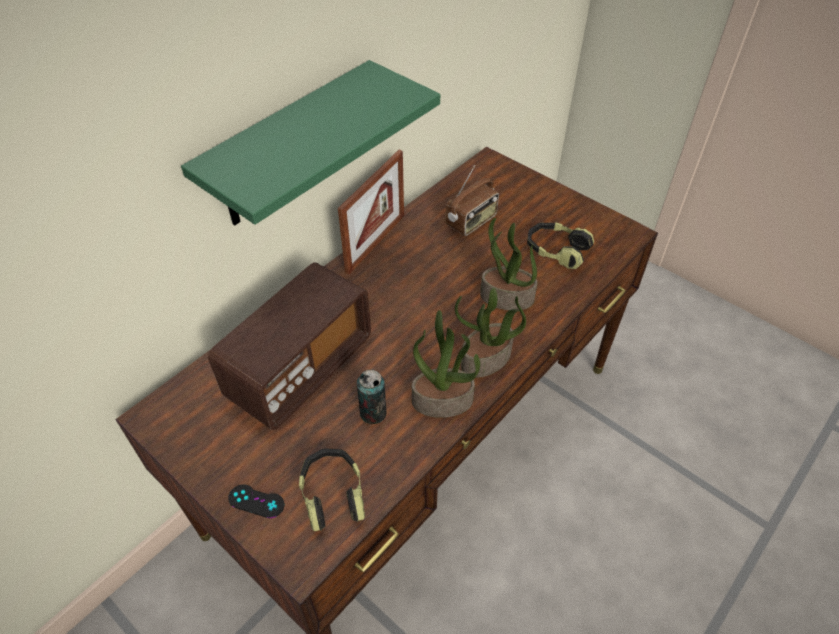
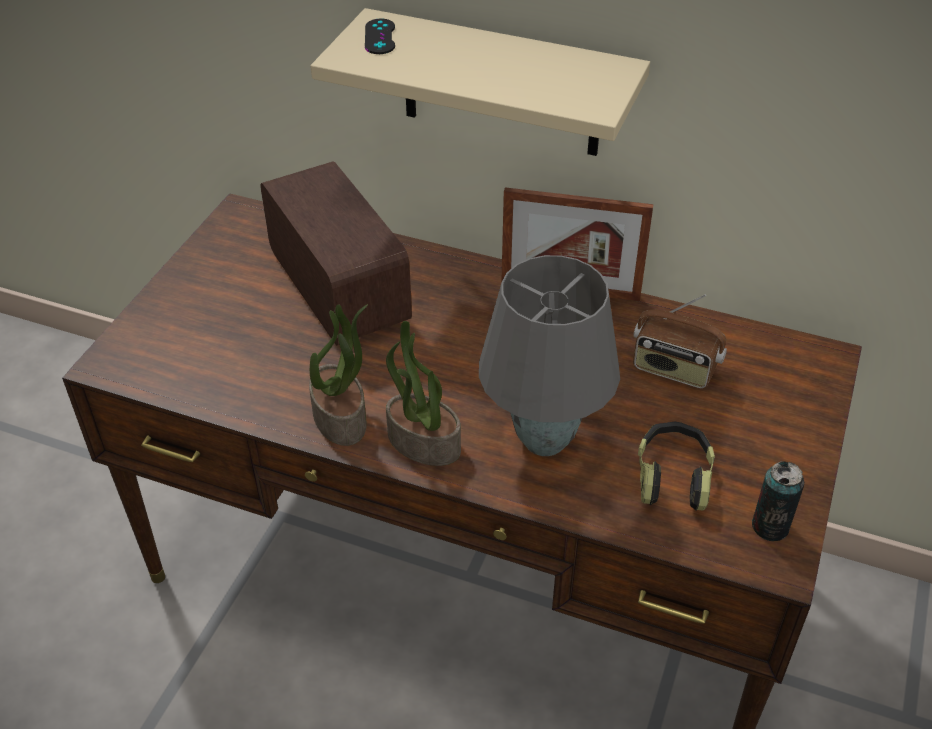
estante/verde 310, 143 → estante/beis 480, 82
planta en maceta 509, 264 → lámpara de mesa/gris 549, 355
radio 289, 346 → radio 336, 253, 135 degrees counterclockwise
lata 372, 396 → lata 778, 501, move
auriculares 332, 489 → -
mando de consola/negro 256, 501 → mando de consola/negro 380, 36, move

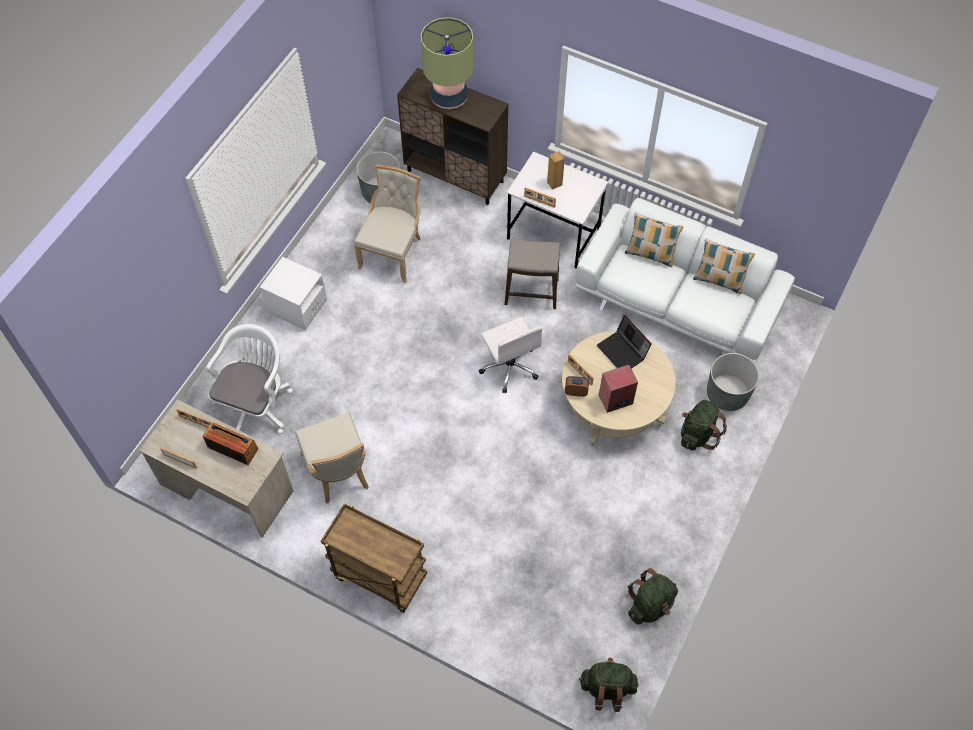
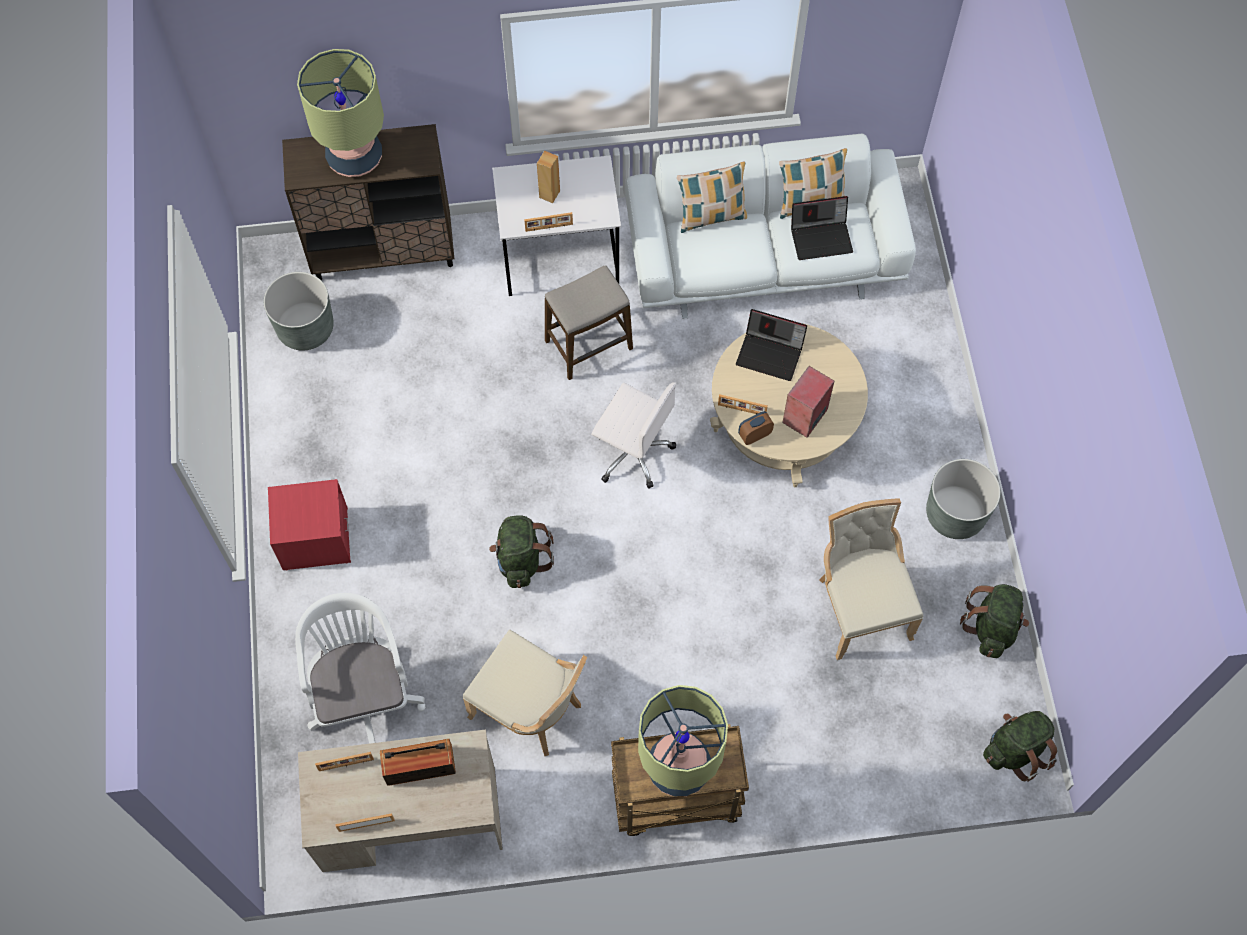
silla/beis 387, 223 → silla/beis 871, 579, move
mesita de noche/blanco 293, 294 → mesita de noche/rojo 309, 524
maceta/gris 733, 382 → maceta/gris 963, 499, move
mochila/verde 704, 425 → mochila/verde 521, 551, move
- → portátil 822, 228
- → lámpara de mesa 683, 741

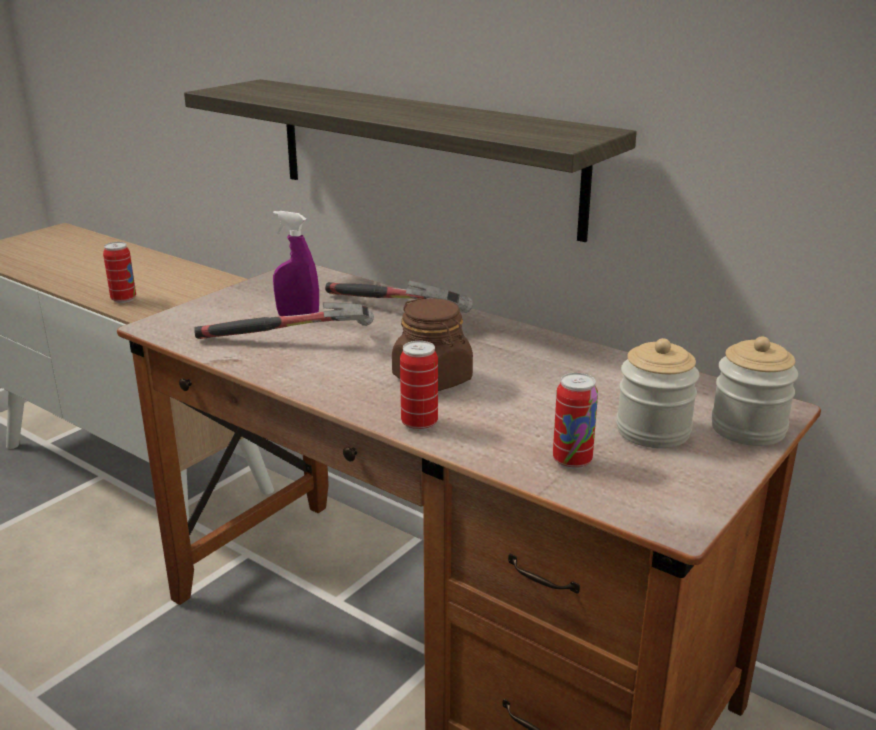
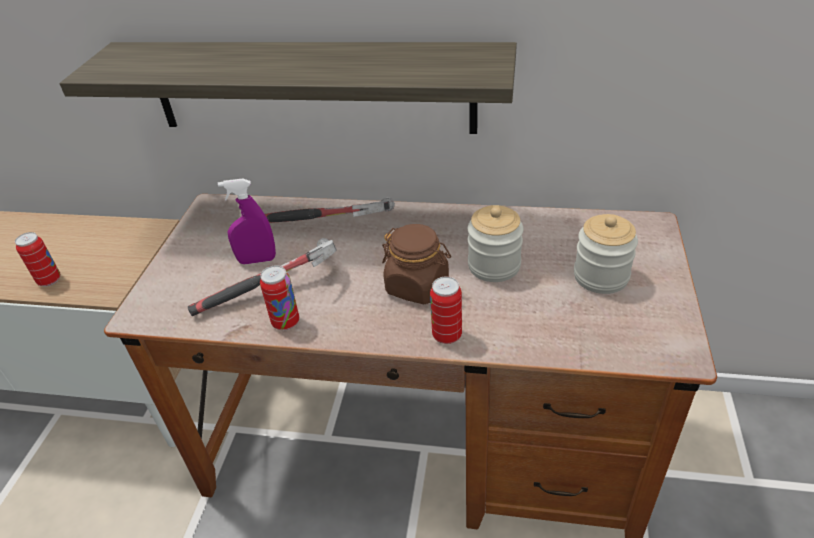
tarro 754, 391 → tarro 496, 243, move
lata 575, 421 → lata 279, 297, move

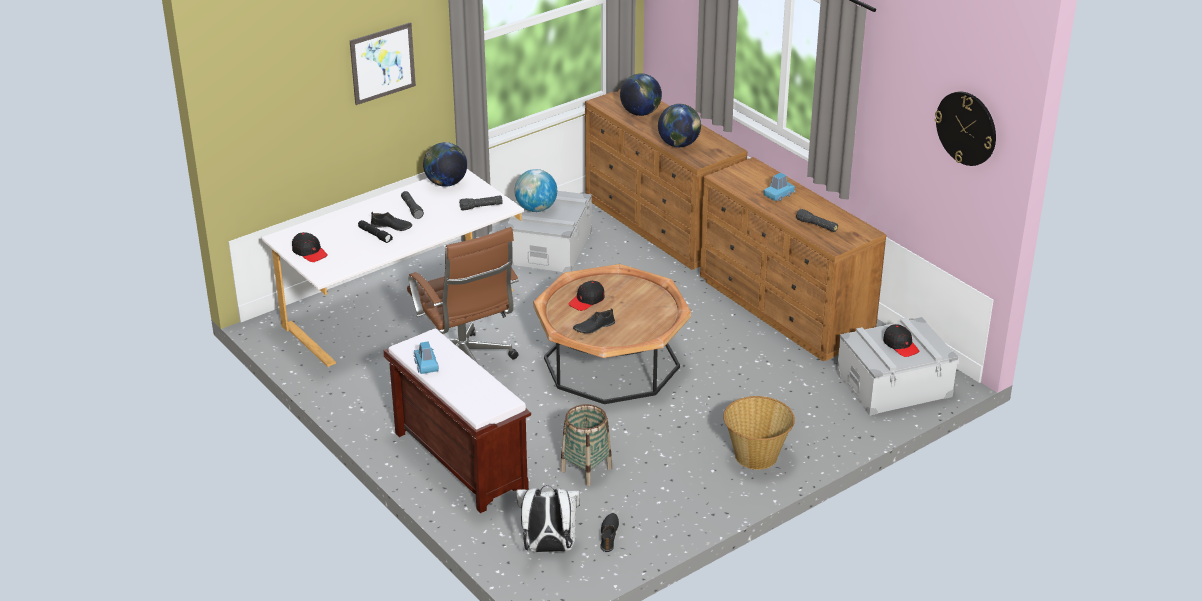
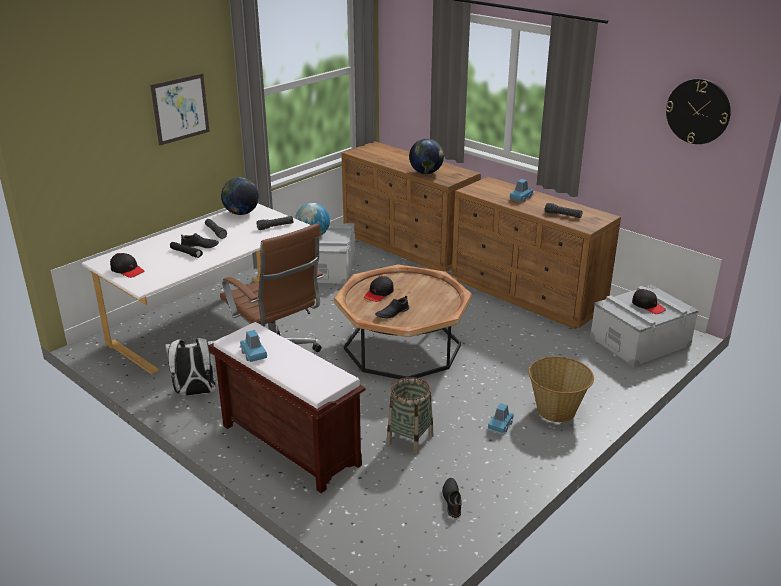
globo terráqueo 641, 94 → -
mochila/blanco 548, 518 → mochila/blanco 191, 367, move
- → coche de juguete/azul 500, 419

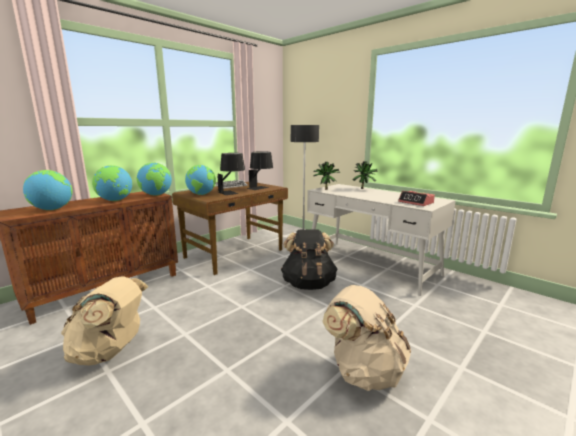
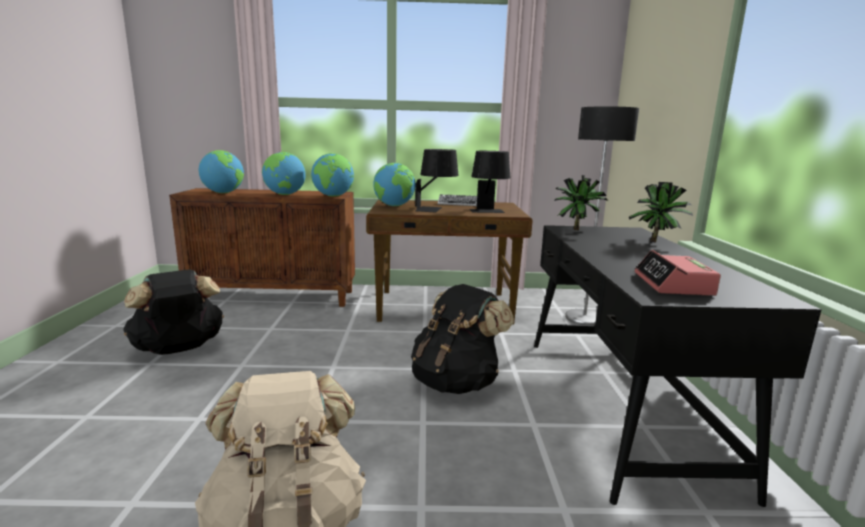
escritorio/blanco 381, 240 → escritorio/negro 678, 366
mochila/beis 104, 320 → mochila/negro 173, 312

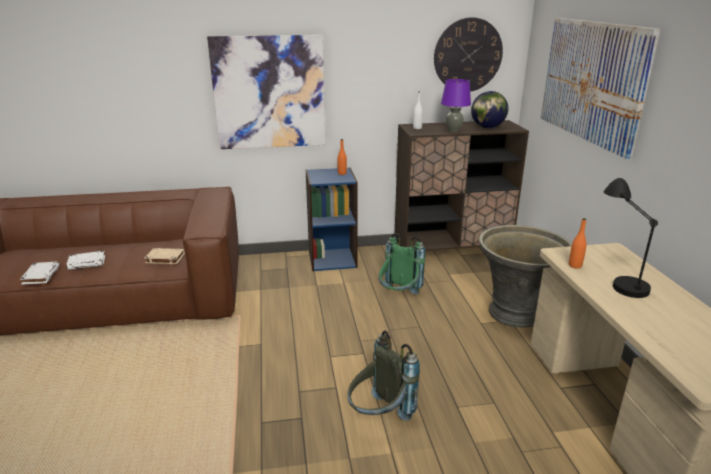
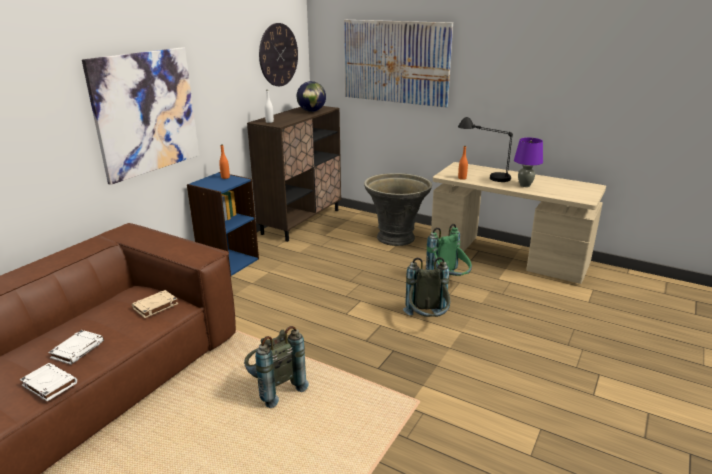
lámpara de mesa/morado 456, 105 → lámpara de mesa/morado 528, 162, move
mochila/verde 402, 263 → mochila/verde 449, 250, move
- → mochila/gris 276, 367

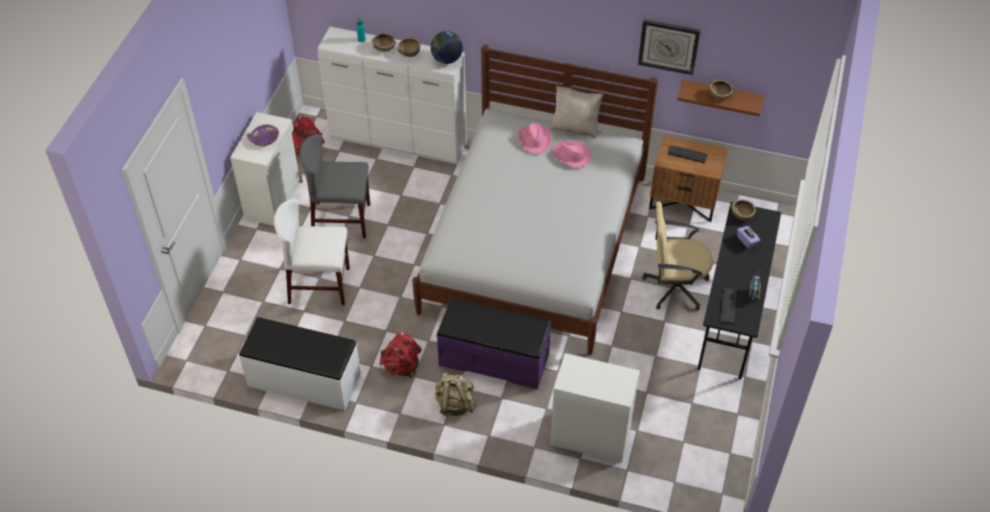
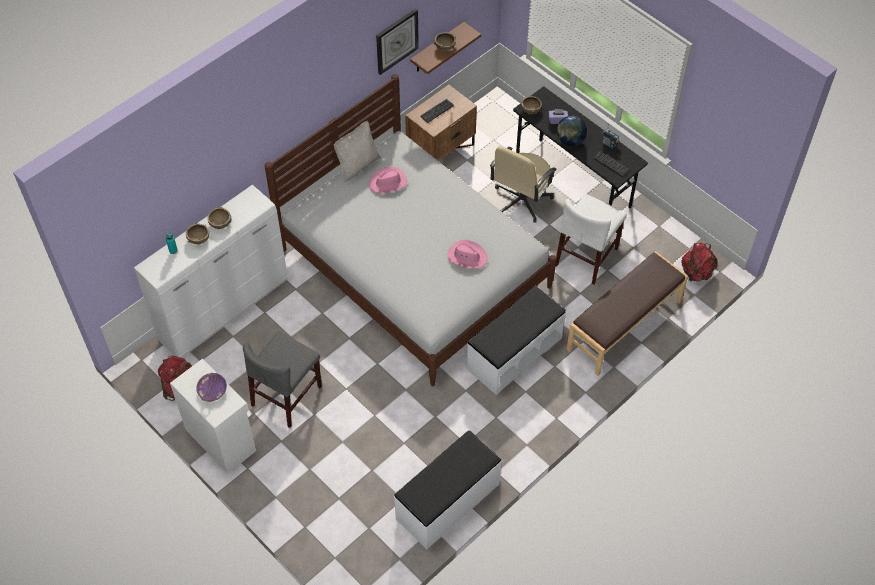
globo terráqueo 447, 47 → globo terráqueo 572, 130, move
sombrero/rosa 535, 138 → sombrero/rosa 467, 254, move
silla/blanco 312, 252 → silla/blanco 591, 239, move
banco/morado 493, 344 → banco/blanco 516, 340
mochila/rojo 401, 355 → mochila/rojo 699, 262, move
armario/blanco 595, 408 → banco/marrón 627, 313
mochila/beis 455, 393 → -

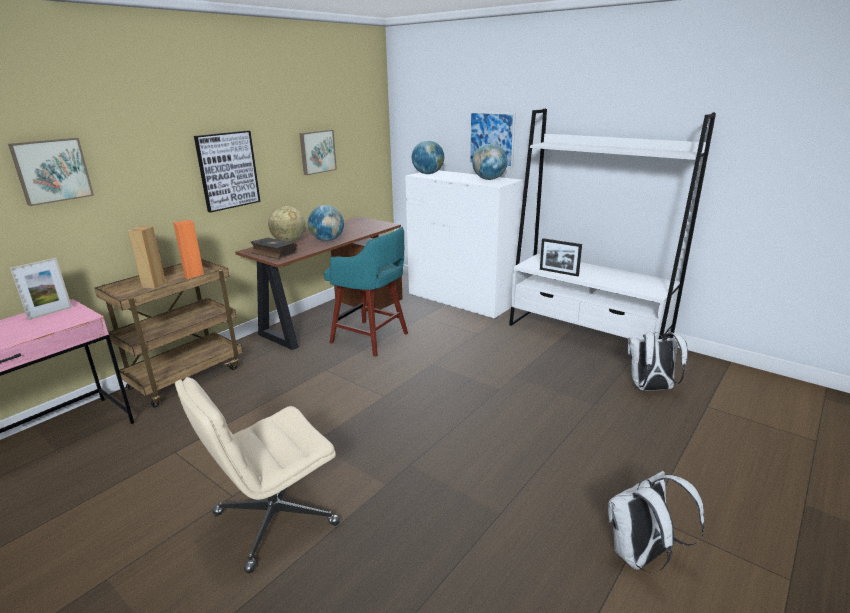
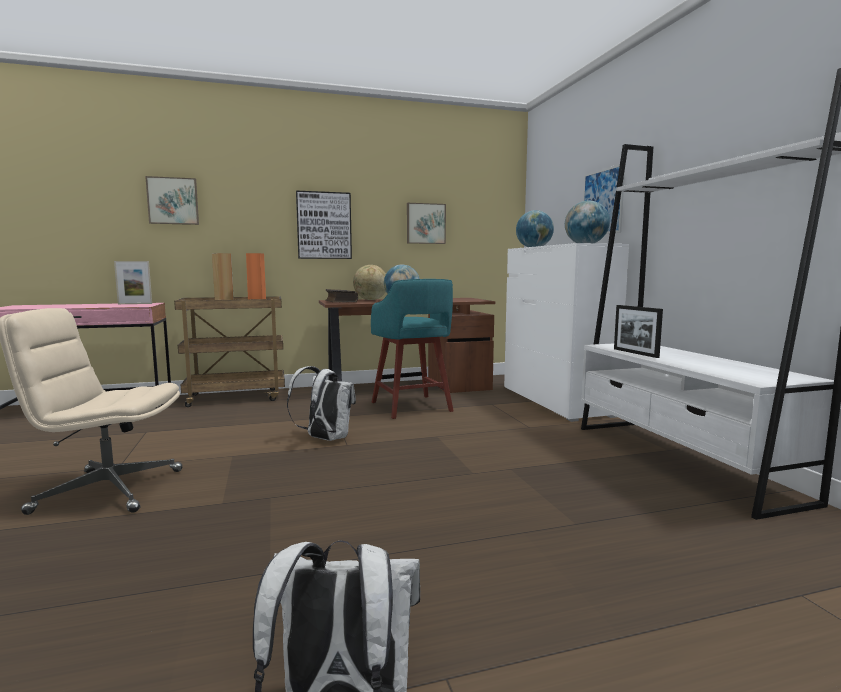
mochila/blanco 657, 361 → mochila/blanco 321, 403, move

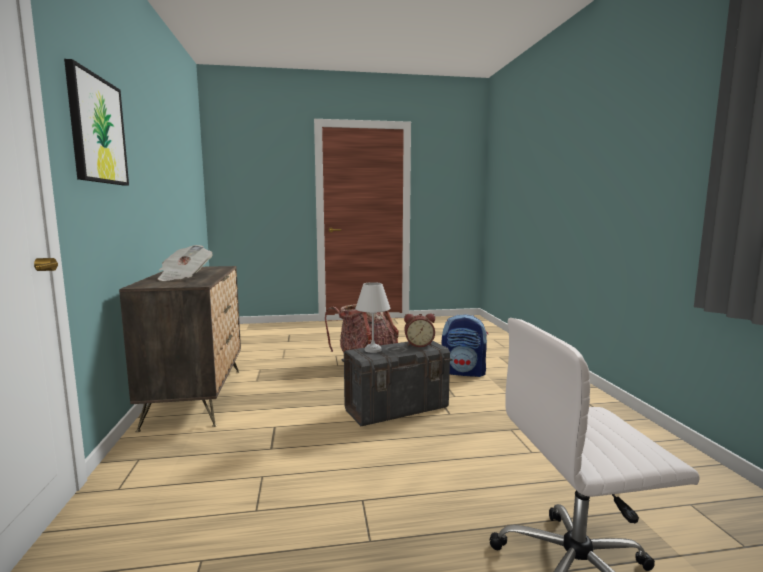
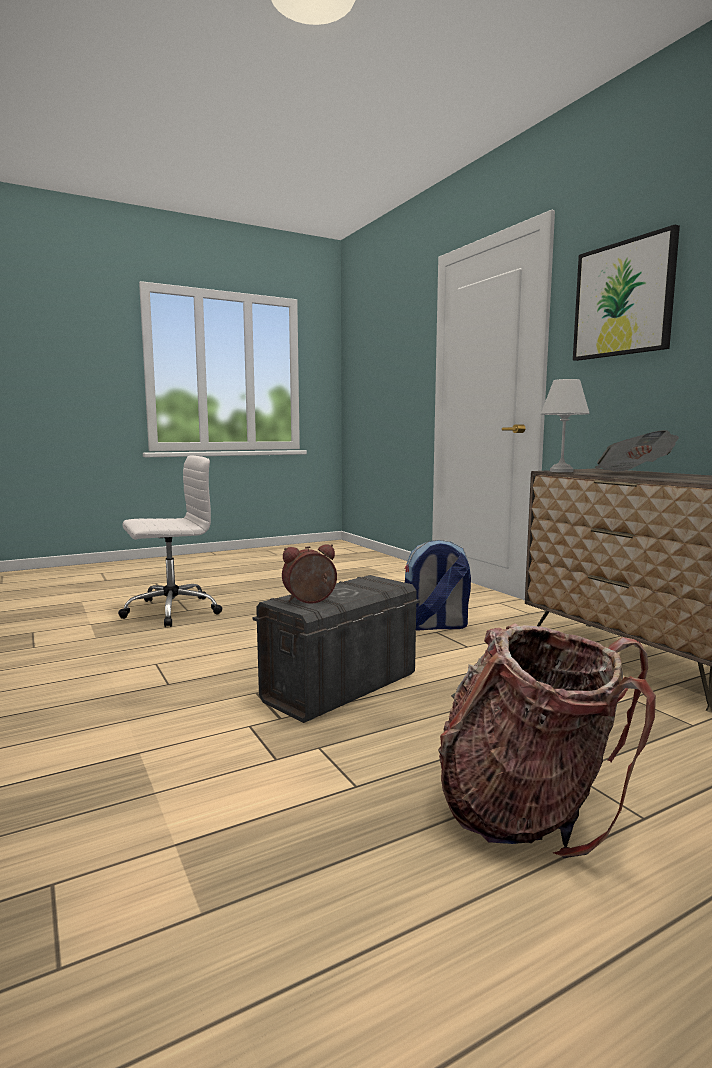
lámpara de mesa/blanco 372, 317 → lámpara de mesa/blanco 565, 425, move
mochila 465, 345 → mochila 438, 585, move

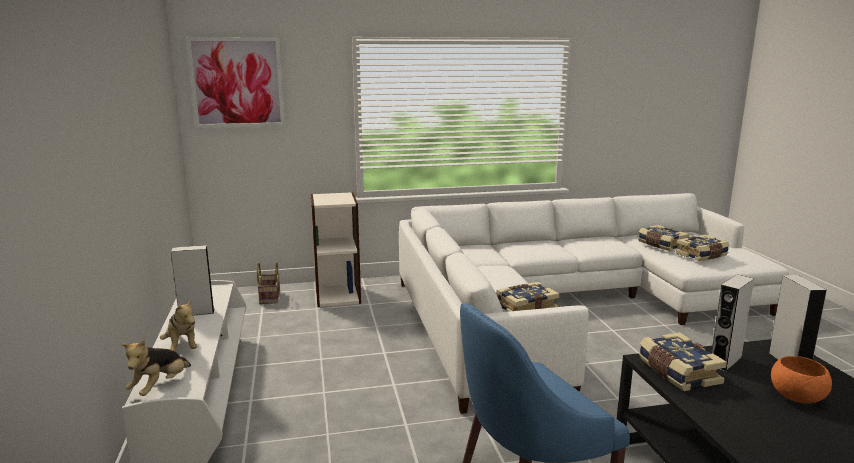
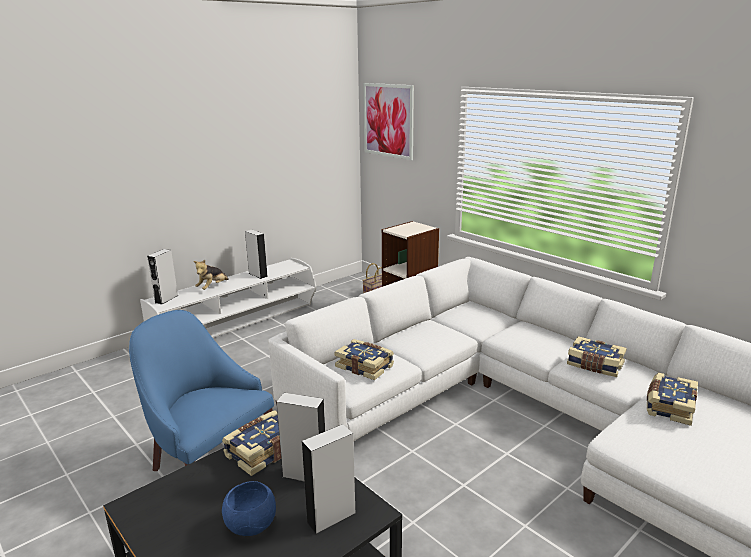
libro 703, 248 → libro 597, 356, move
peluche 156, 368 → altavoz/gris 162, 276
cuenco/naranja 801, 380 → cuenco/azul 249, 508

